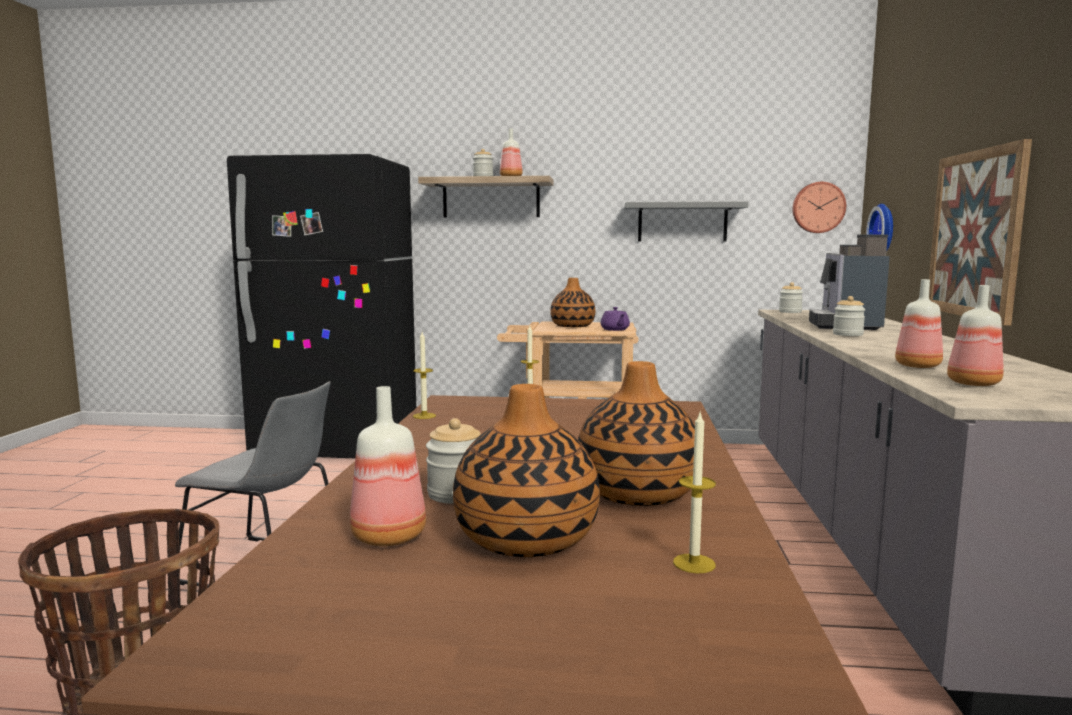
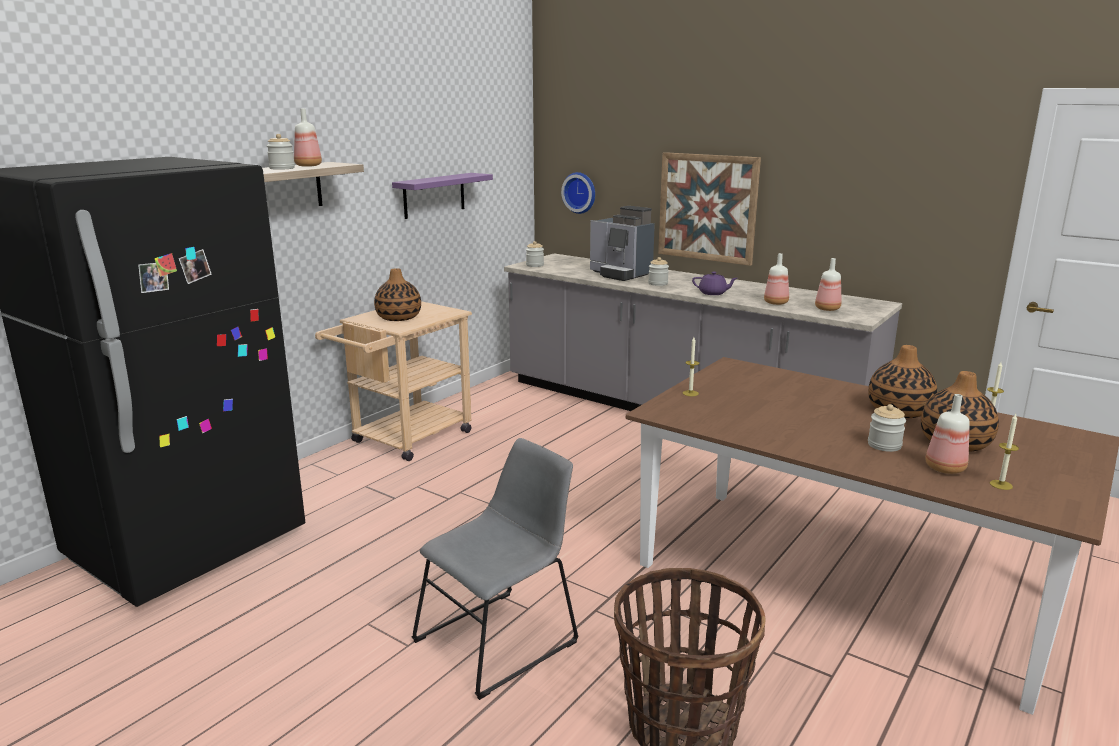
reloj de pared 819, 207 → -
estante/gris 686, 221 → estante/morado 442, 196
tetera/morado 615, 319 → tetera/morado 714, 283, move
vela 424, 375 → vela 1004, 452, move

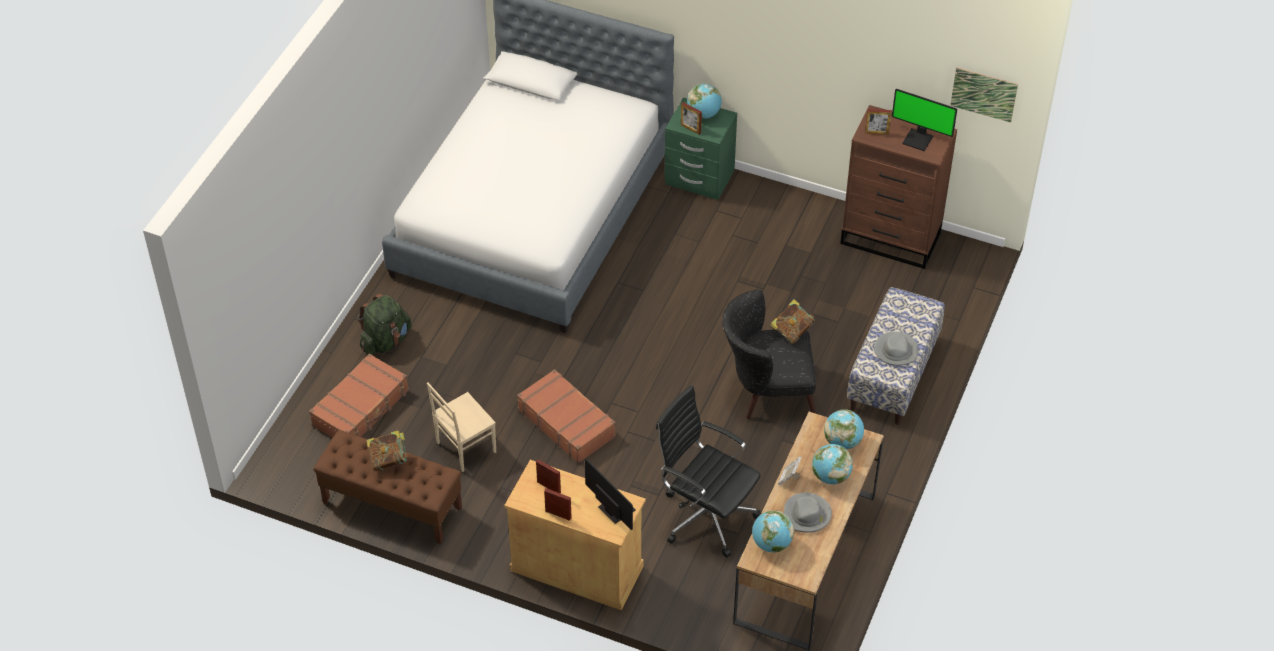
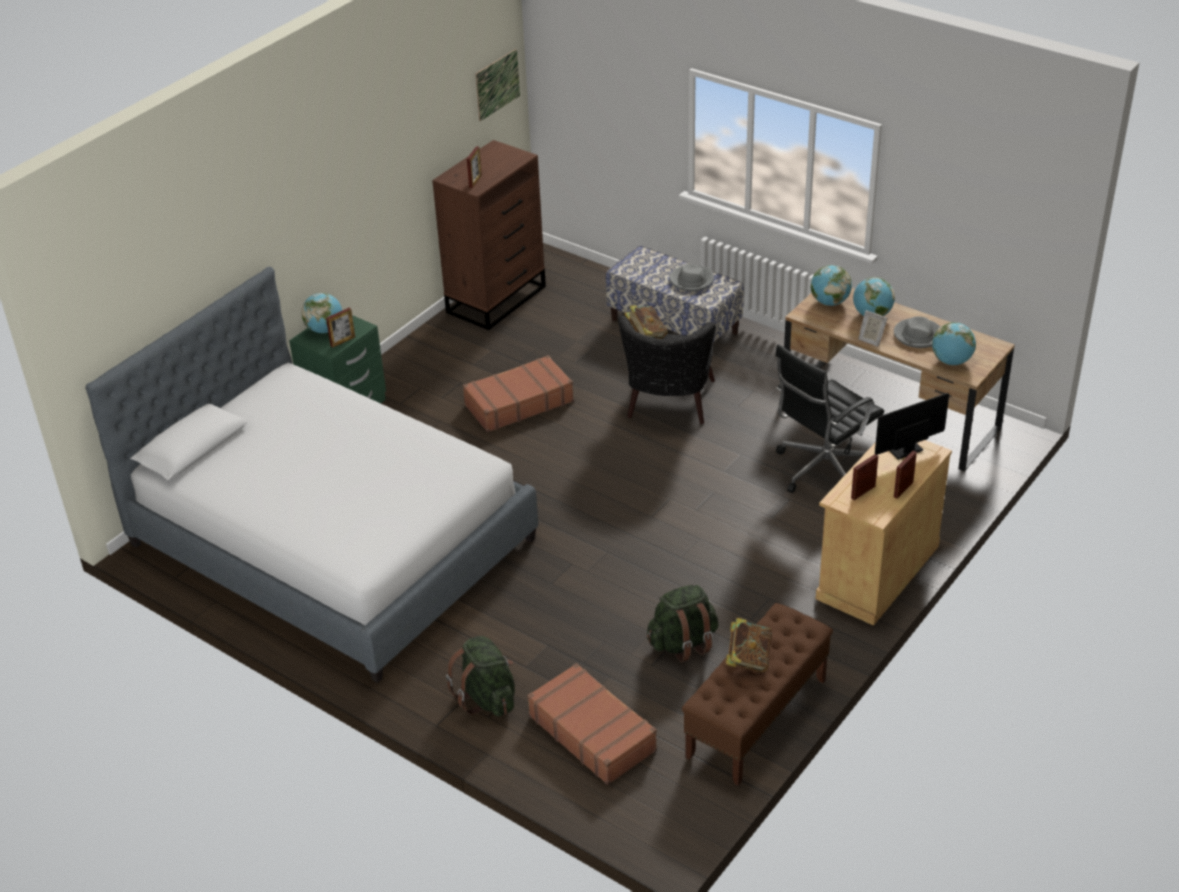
monitor 924, 120 → -
maleta/marrón 566, 416 → maleta/marrón 518, 393, move
silla/beis 461, 427 → mochila/verde 683, 623

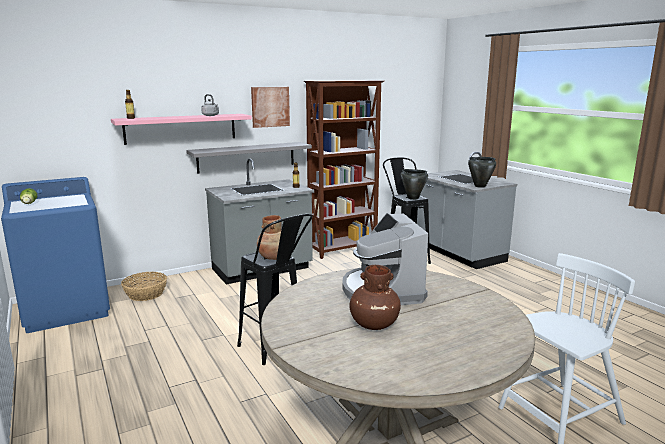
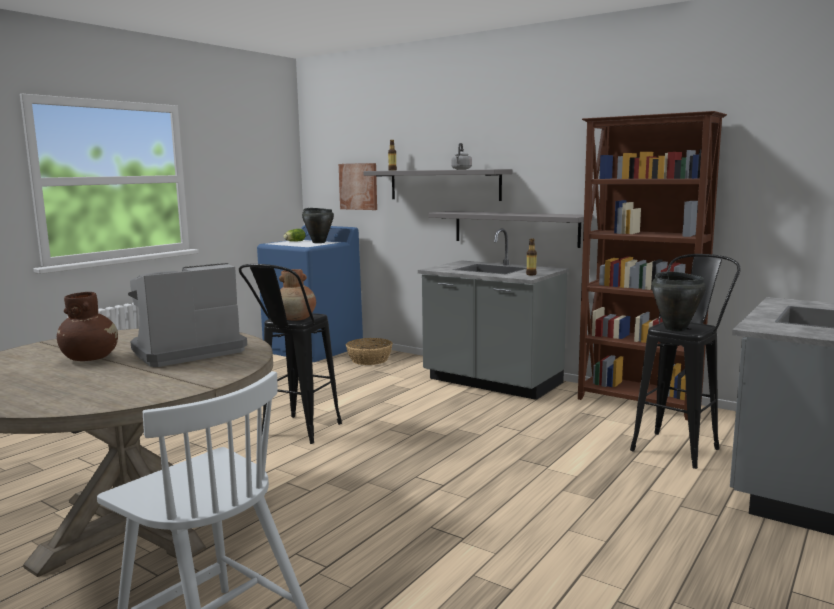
cuadro 270, 107 → cuadro 358, 186, move
estante/rosa 181, 129 → estante/gris 437, 185
olla/negro 482, 172 → olla/negro 318, 225, move

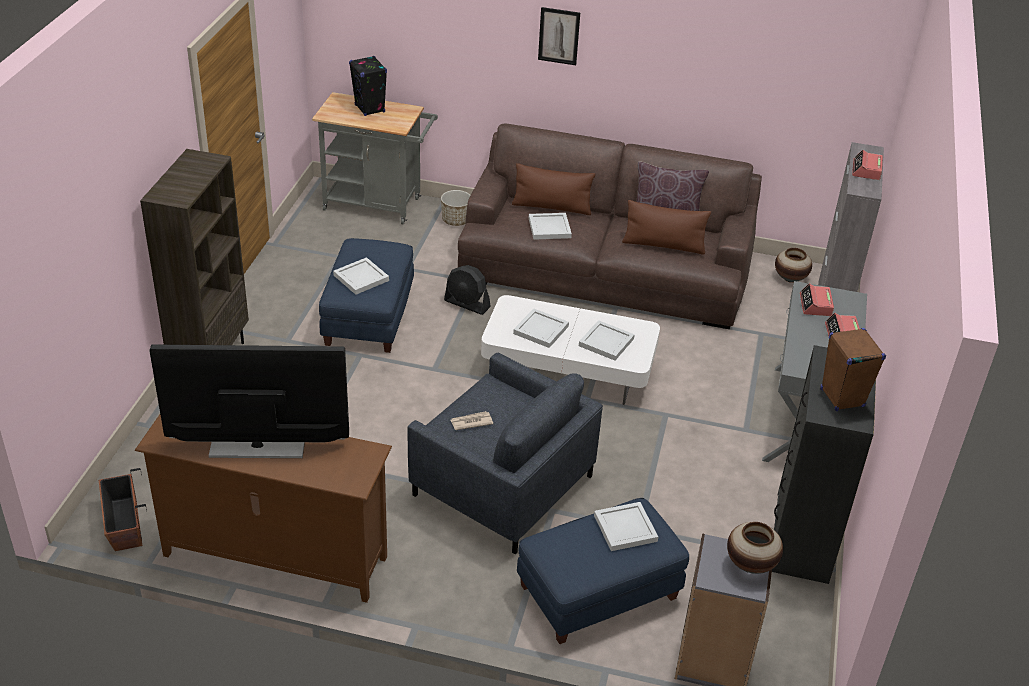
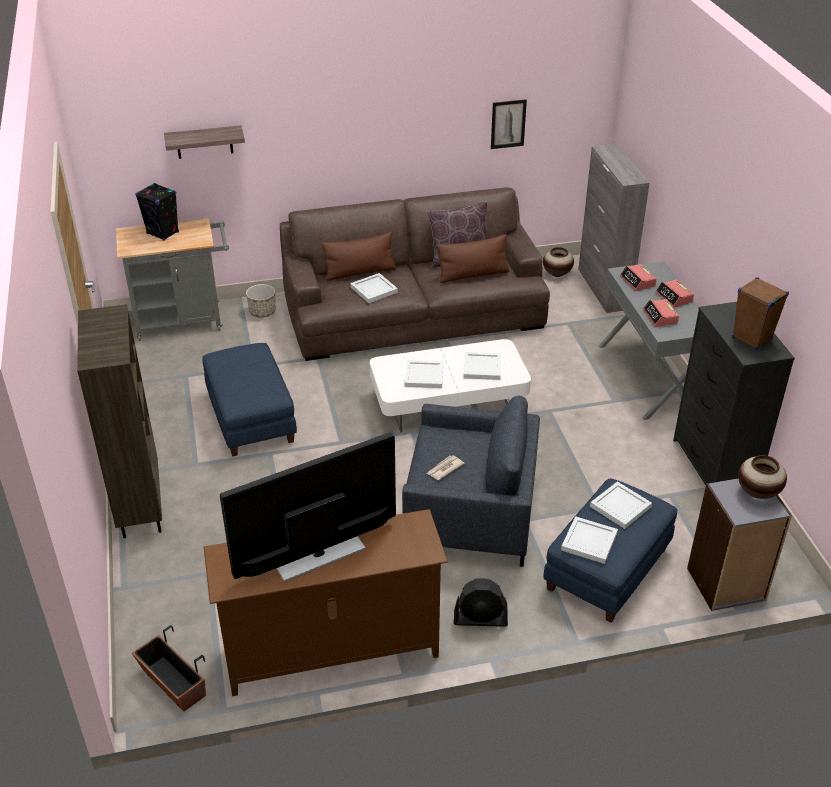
cuadro 559, 36 → cuadro 509, 124, move
despertador 867, 165 → despertador 661, 313, move
bandeja/blanco 361, 276 → bandeja/blanco 589, 540, move
ventilador/negro 467, 290 → ventilador/negro 481, 602, move
- → estante 204, 142

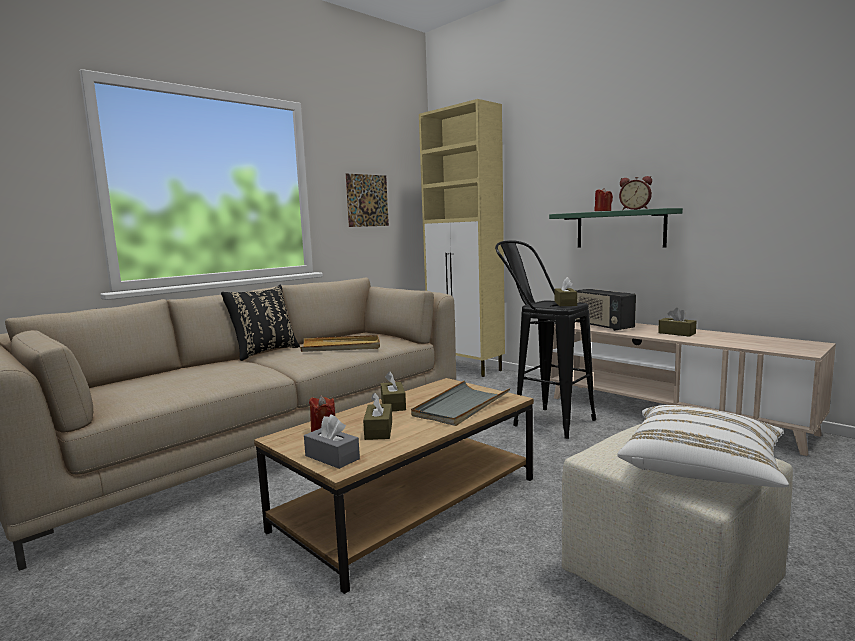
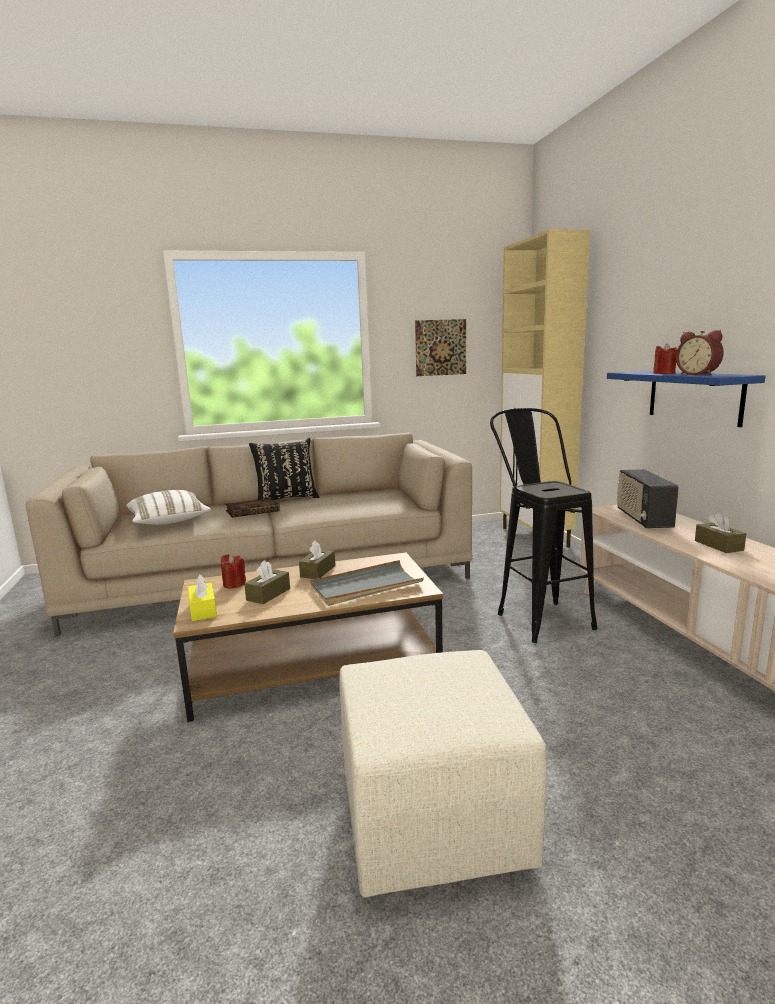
estante/verde 616, 228 → estante/azul 686, 399
caja de pañuelos/marrón 566, 291 → -
bandeja/beis 340, 343 → -
cojín/blanco 703, 446 → cojín/blanco 168, 507, move
caja de pañuelos/gris 332, 441 → caja de pañuelos/amarillo 202, 597
- → libro 252, 508

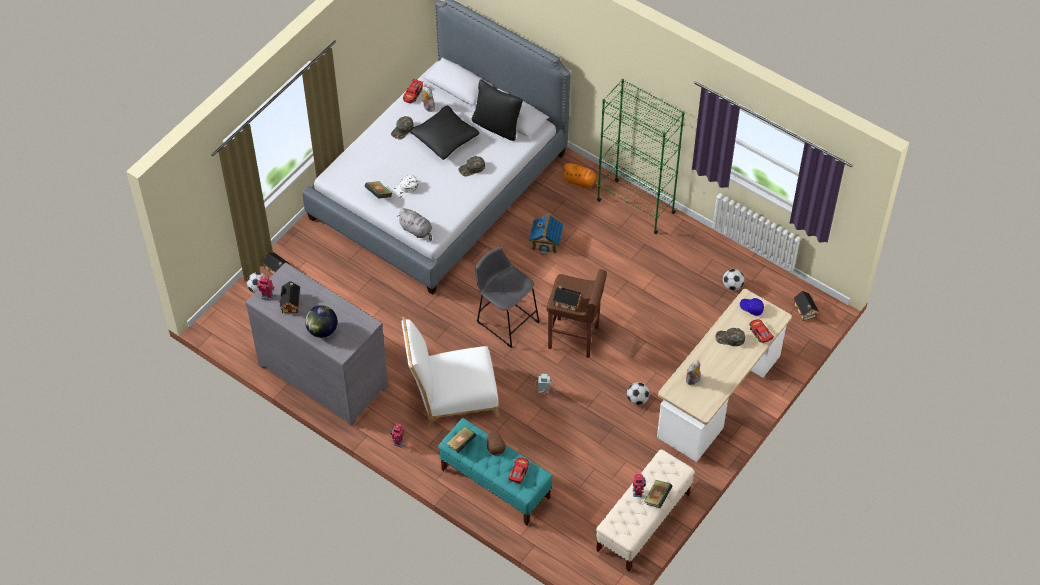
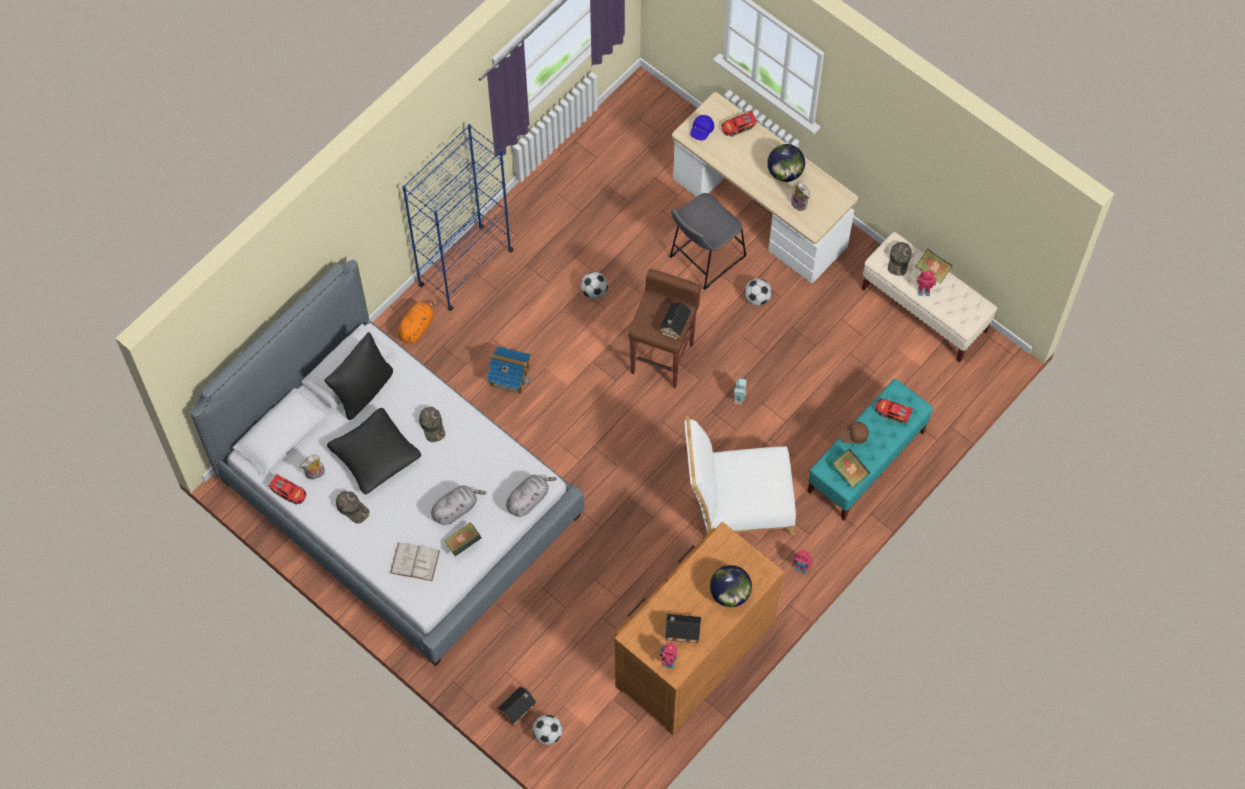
estantería/verde 641, 156 → estantería/azul 458, 217
gorra/blanco 406, 186 → peluche/gris 459, 505
taburete/gris 508, 297 → taburete/gris 708, 241, move
cómoda/gris 316, 344 → cómoda/marrón 699, 628
balón de fútbol 734, 280 → balón de fútbol 594, 285, move
casita 806, 306 → -
silla/blanco 451, 372 → silla/blanco 740, 476, 90 degrees clockwise
gorra/verde 730, 337 → gorra/verde 900, 259, move
- → globo terráqueo 786, 163
- → libro/blanco 415, 562

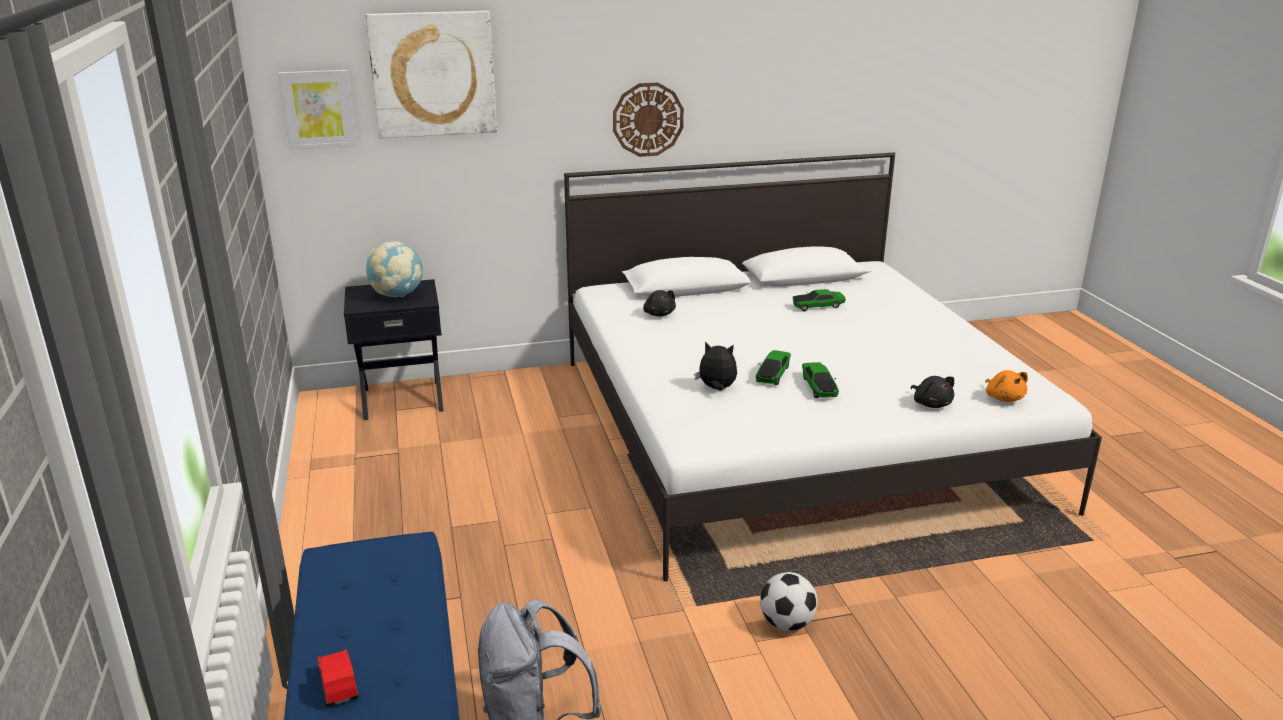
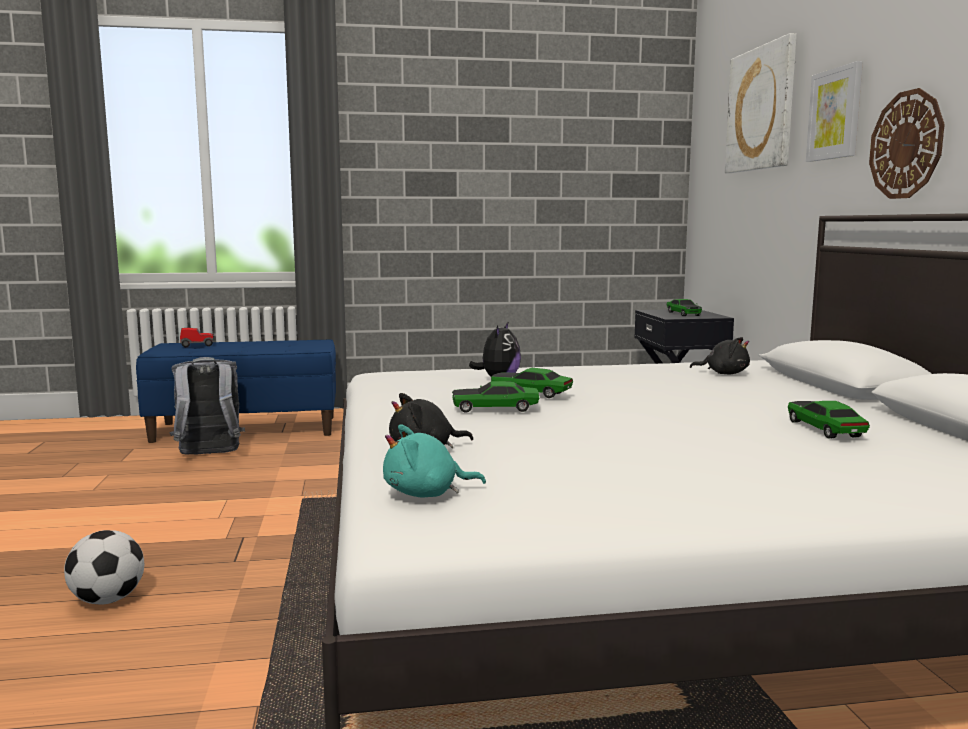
cuadro 317, 110 → cuadro 834, 111, move
globo terráqueo 394, 269 → coche de juguete 684, 307
peluche/negro 659, 303 → peluche/negro 720, 355, 135 degrees counterclockwise
peluche/naranja 1006, 386 → peluche/turquesa 434, 461
balón de fútbol 789, 601 → balón de fútbol 104, 567, move

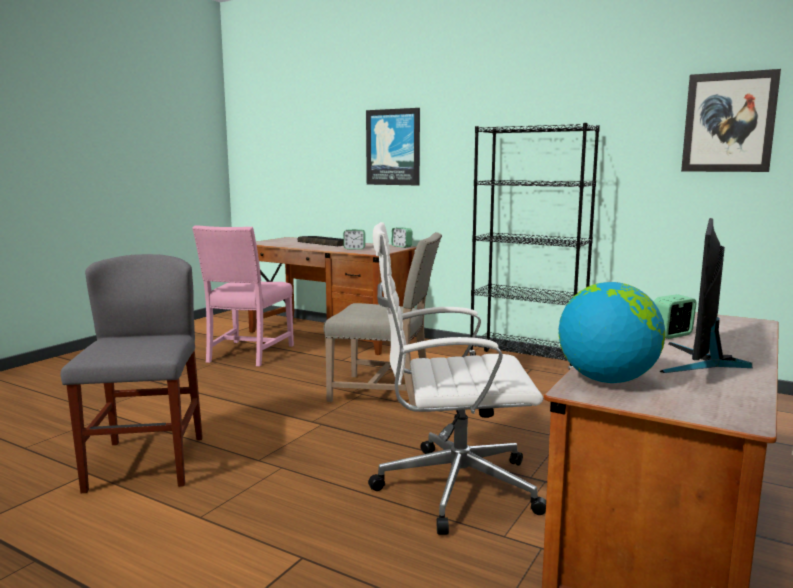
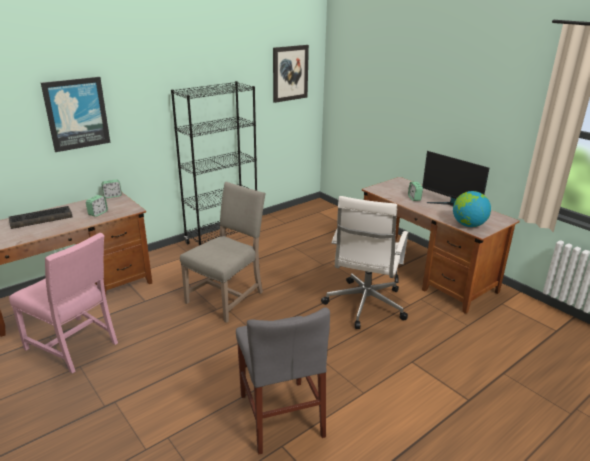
silla/gris 132, 373 → silla/gris 283, 381, 120 degrees counterclockwise

